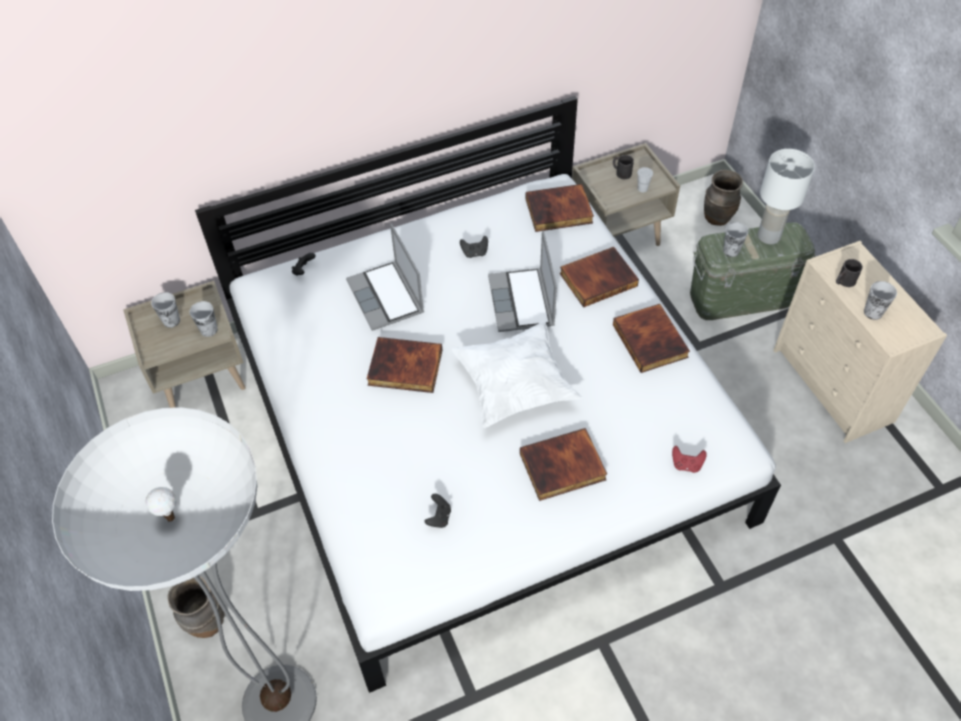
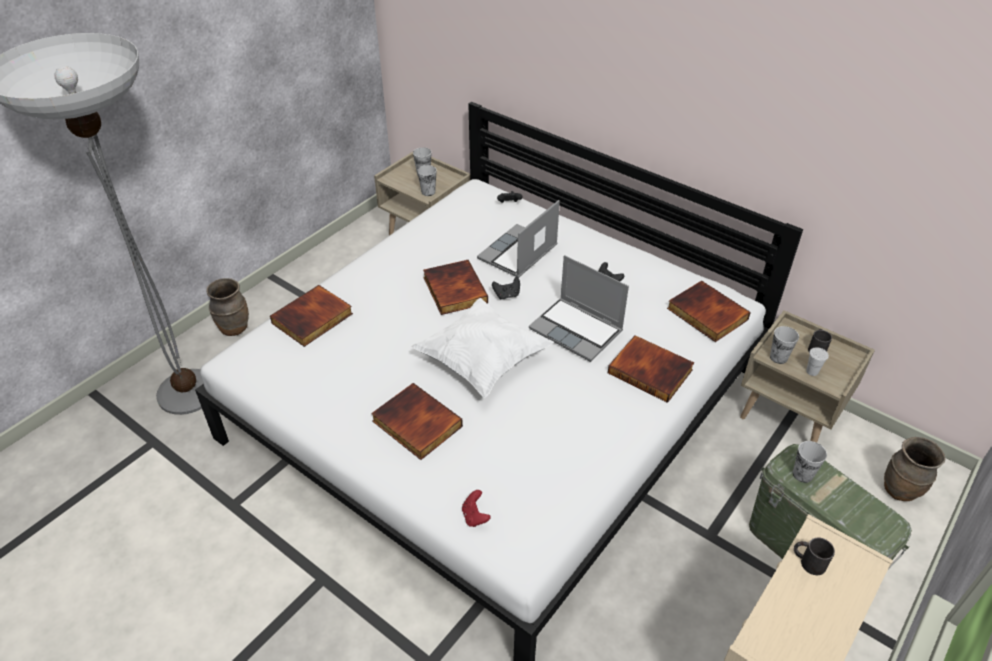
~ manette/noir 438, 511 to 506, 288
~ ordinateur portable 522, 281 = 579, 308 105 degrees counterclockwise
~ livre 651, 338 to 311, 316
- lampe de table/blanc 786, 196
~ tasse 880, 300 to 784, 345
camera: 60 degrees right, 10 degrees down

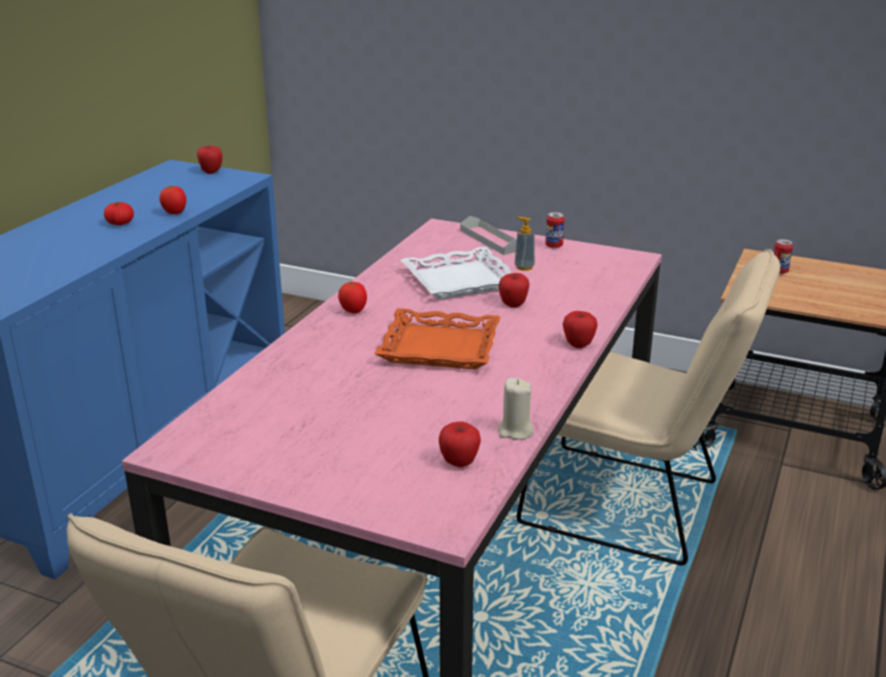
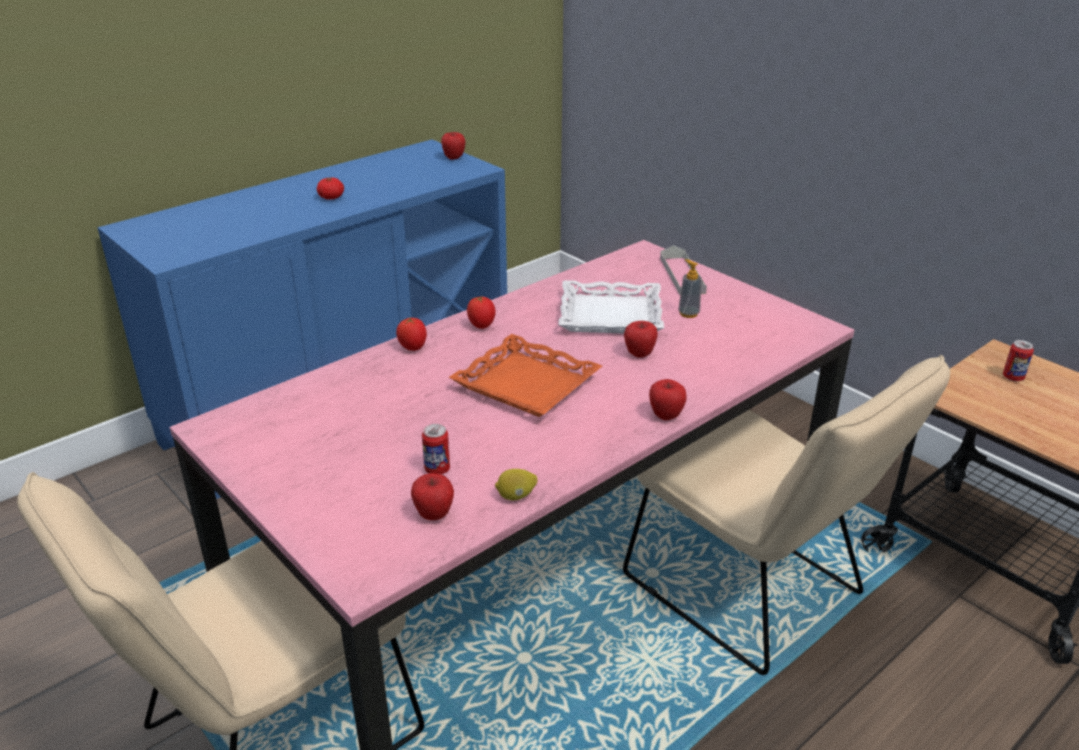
~ tomate 172, 200 to 411, 334
~ bougie/beige 516, 409 to citron 516, 484
~ boîte métallique 555, 230 to 436, 449
camera: 25 degrees right, 5 degrees up

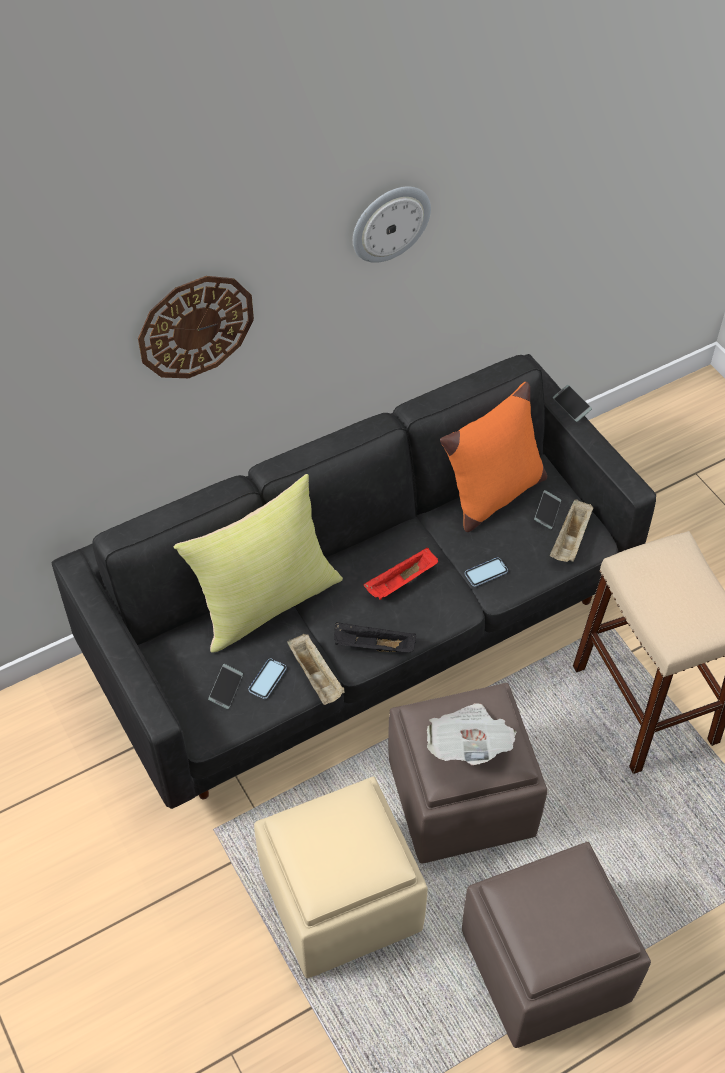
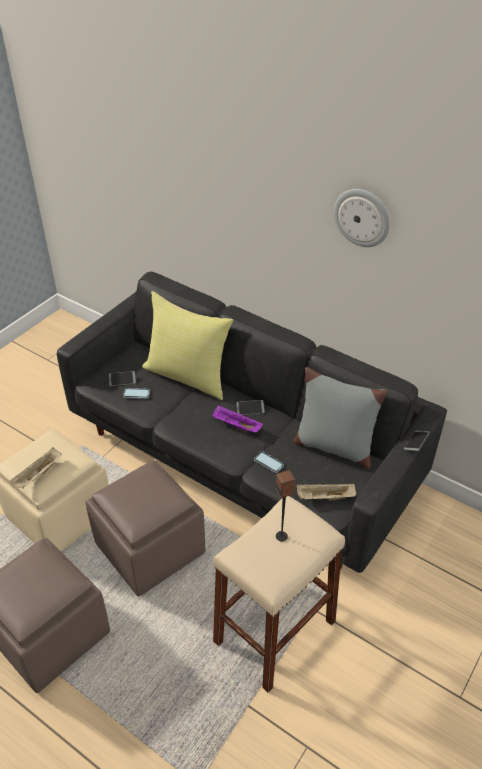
- horloge murale 196, 327
~ plateau/beige 316, 669 to 36, 468
- plateau/noir 375, 637
~ plateau/rouge 401, 573 to plateau/violet 237, 418
- journal 472, 734
~ coussin/orange 493, 457 to coussin/gris 340, 418
~ téléphone 547, 509 to 251, 407
+ enceinte 285, 505
camera: 65 degrees right, 10 degrees down

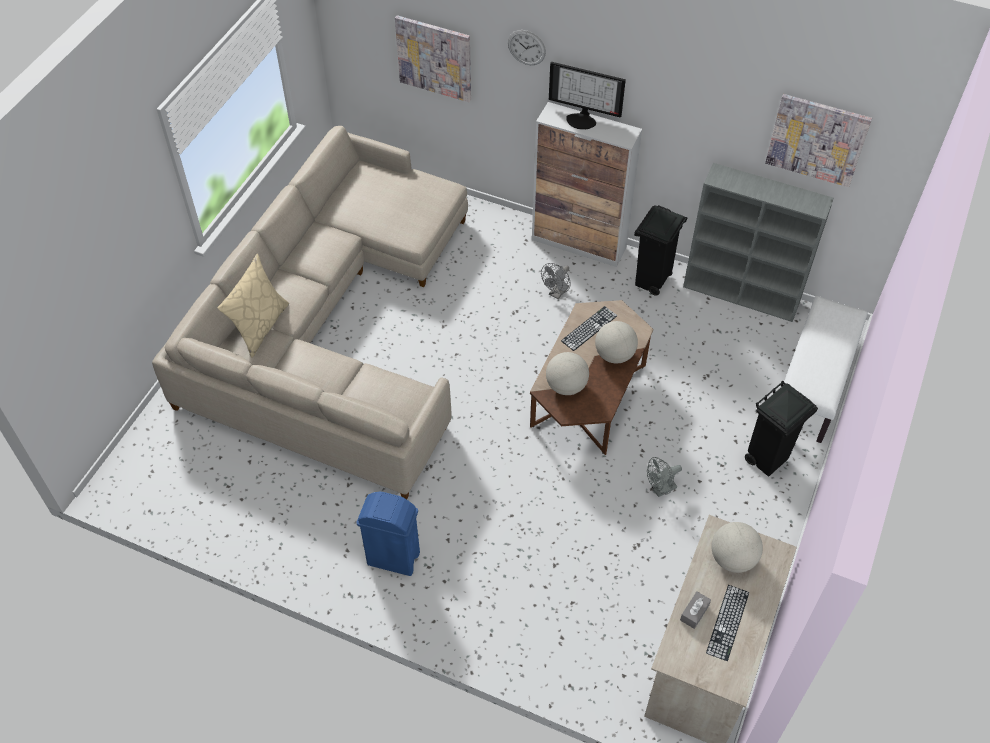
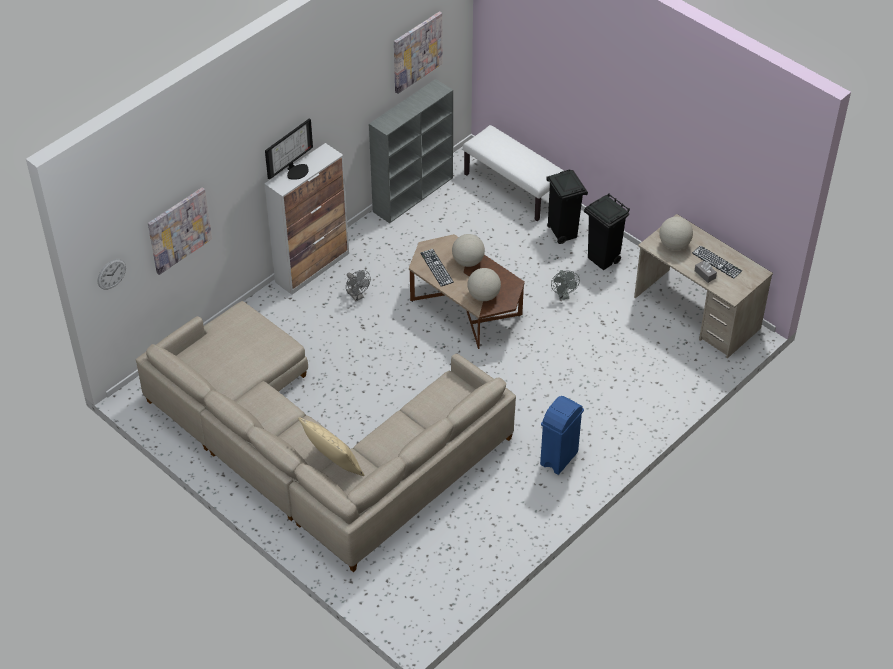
~ horloge murale 527, 47 to 112, 274
~ poubelle/noir 661, 250 to 607, 231
camera: 70 degrees left, 5 degrees down

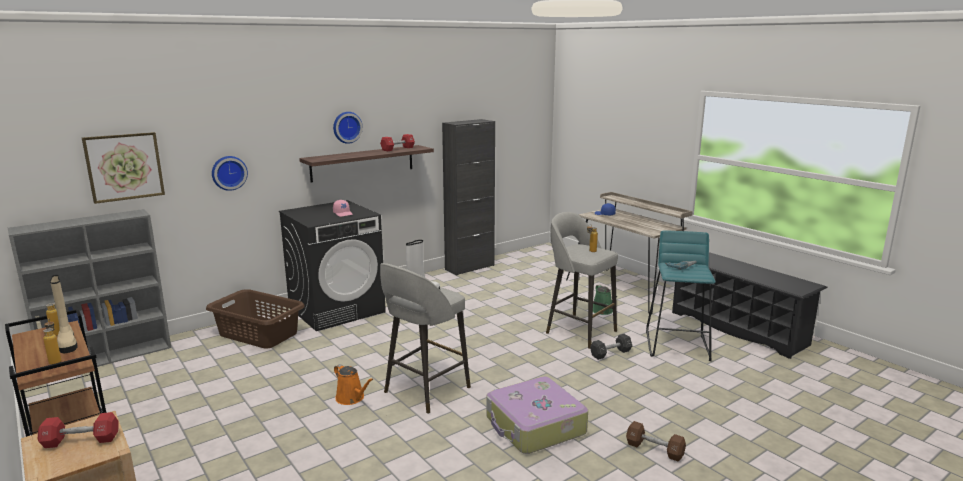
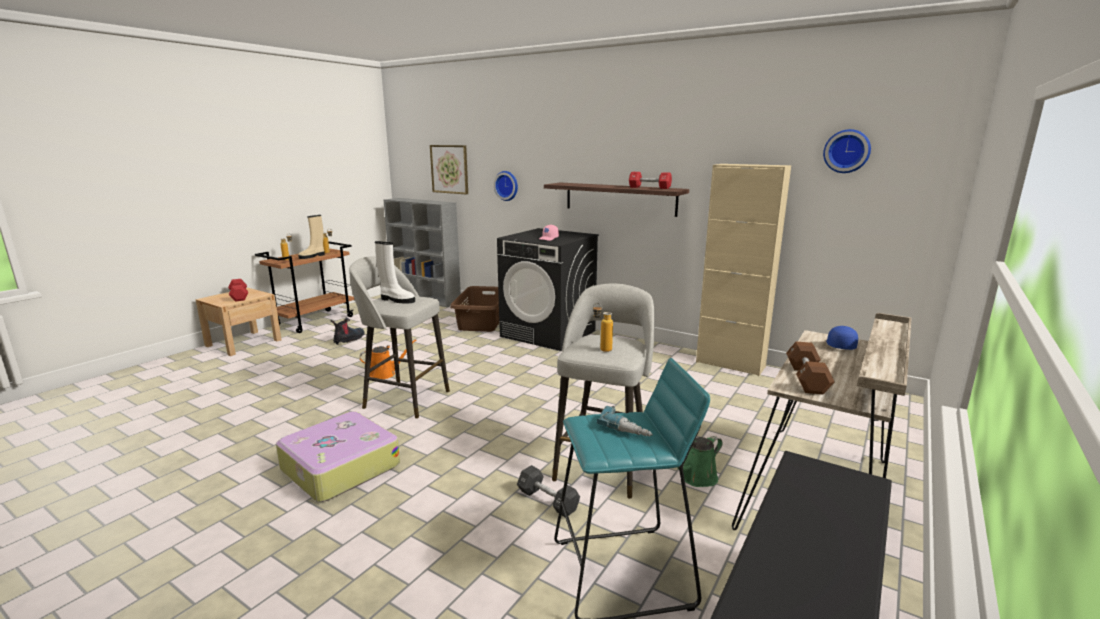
~ horloge murale 348, 128 to 847, 151
~ arrosoir/orange 353, 384 = 388, 359 135 degrees counterclockwise
~ meuble de rangement/noir 468, 197 to meuble de rangement/beige 743, 270
~ haltère/marron 656, 441 to 810, 368
+ botte 348, 331
camera: 70 degrees right, 0 degrees up

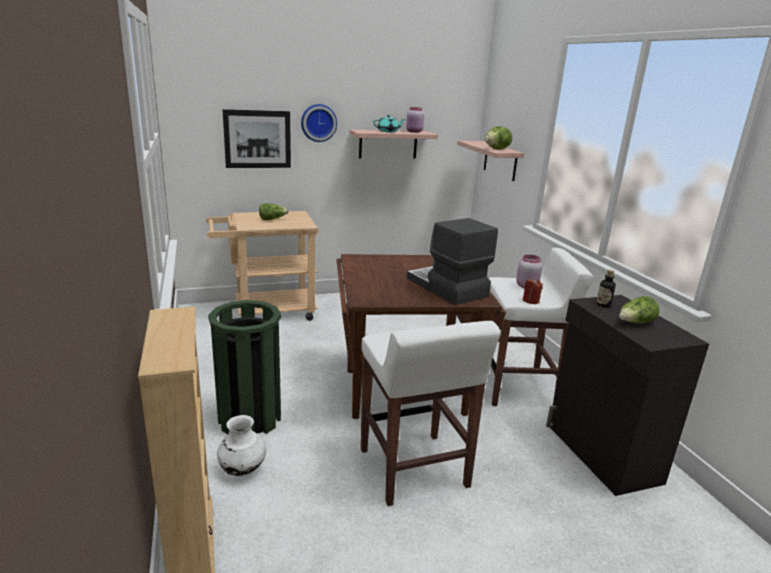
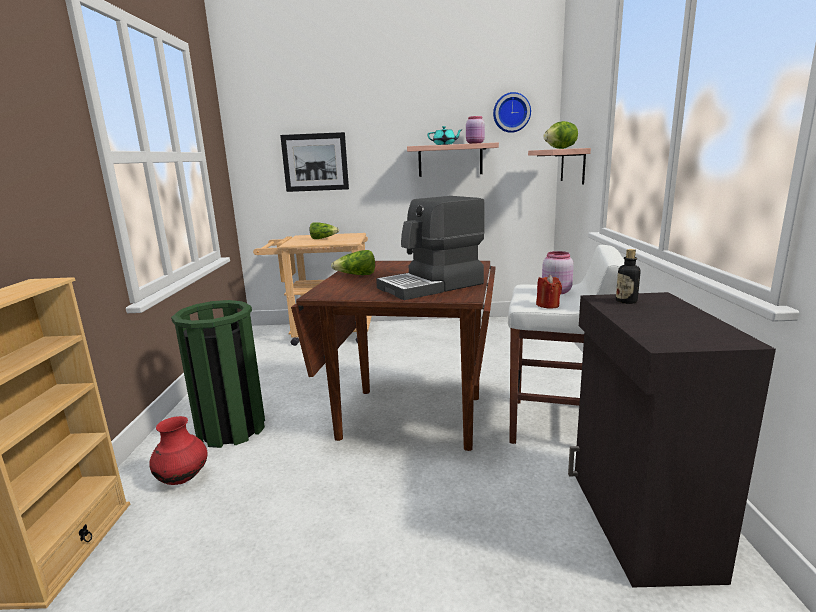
~ vase/blanc 241, 445 to vase/rouge 178, 450
~ horloge murale 319, 123 to 512, 112
- tabouret/blanc 431, 413
~ machine à café 452, 261 = 430, 248 105 degrees counterclockwise
~ laitue 639, 309 to 353, 262
camera: 20 degrees right, 5 degrees down

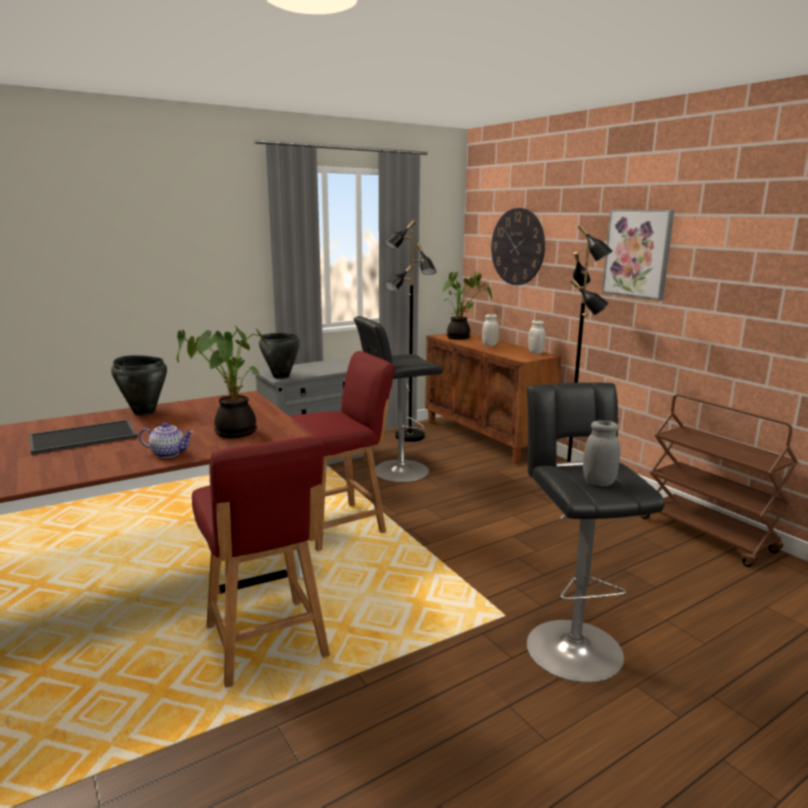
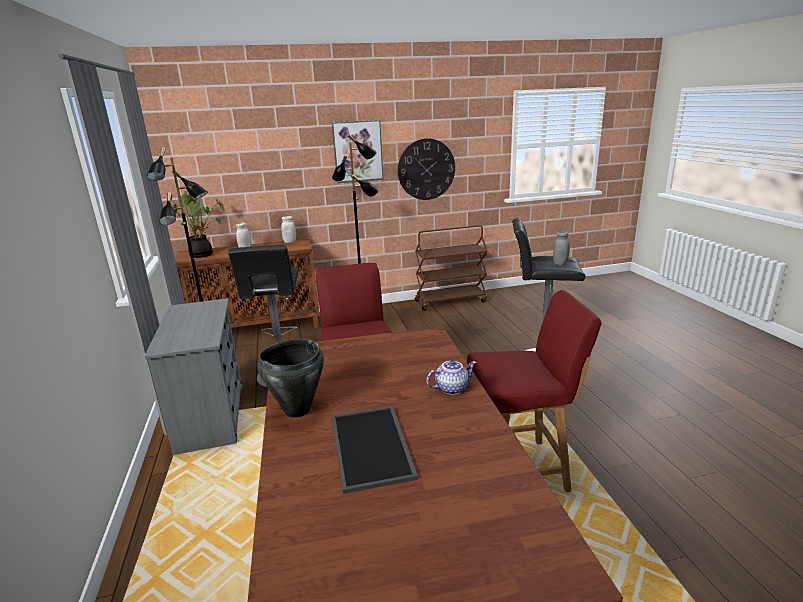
~ théière 166, 440 = 452, 377 45 degrees clockwise
- plante en pot 222, 382
- marmite/noir 279, 356
~ horloge murale 518, 246 to 426, 169
camera: 70 degrees left, 5 degrees up

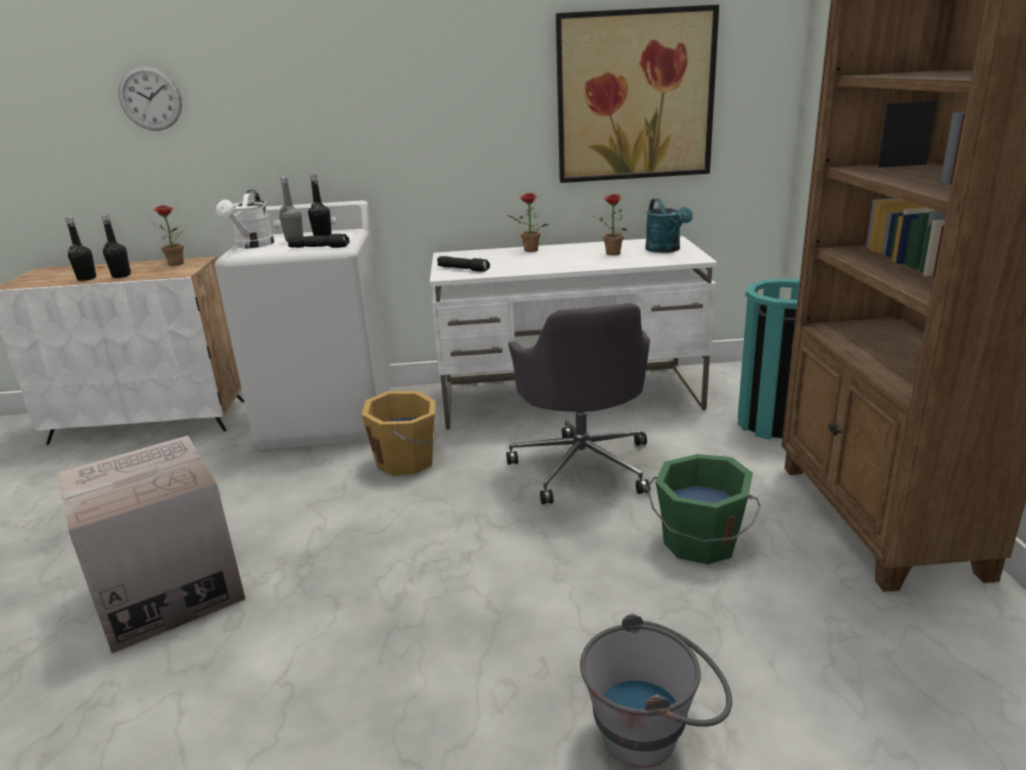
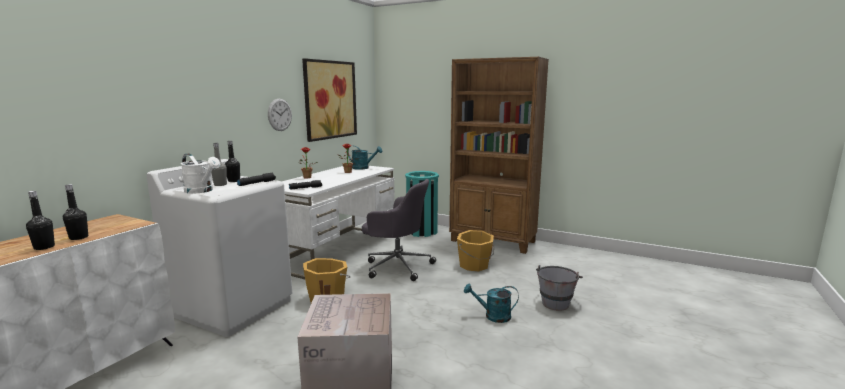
~ horloge murale 150, 98 to 280, 115
- plante en pot 168, 235
~ seau/vert 703, 509 to seau/orange 475, 250
+ arrosoir/turquoise 491, 303
camera: 60 degrees left, 10 degrees down

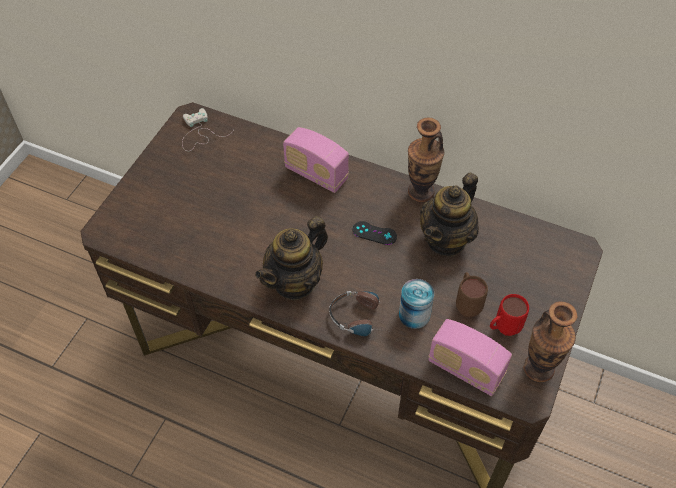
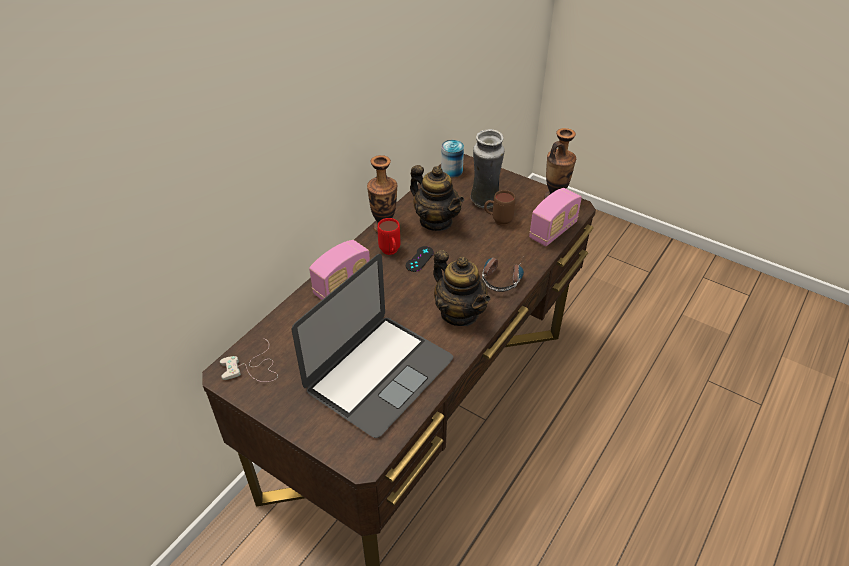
~ boîte métallique 416, 304 to 452, 158
~ mug/rouge 509, 315 to 388, 236
+ ordinateur portable 372, 346
+ vase 487, 169
camera: 80 degrees left, 10 degrees down

